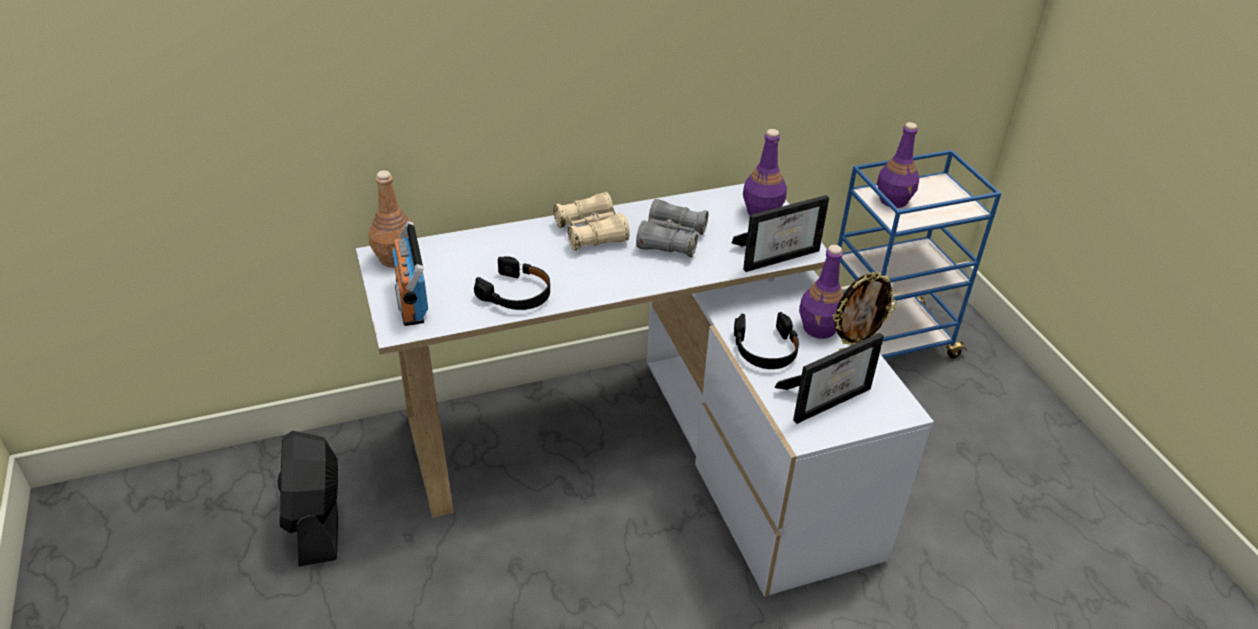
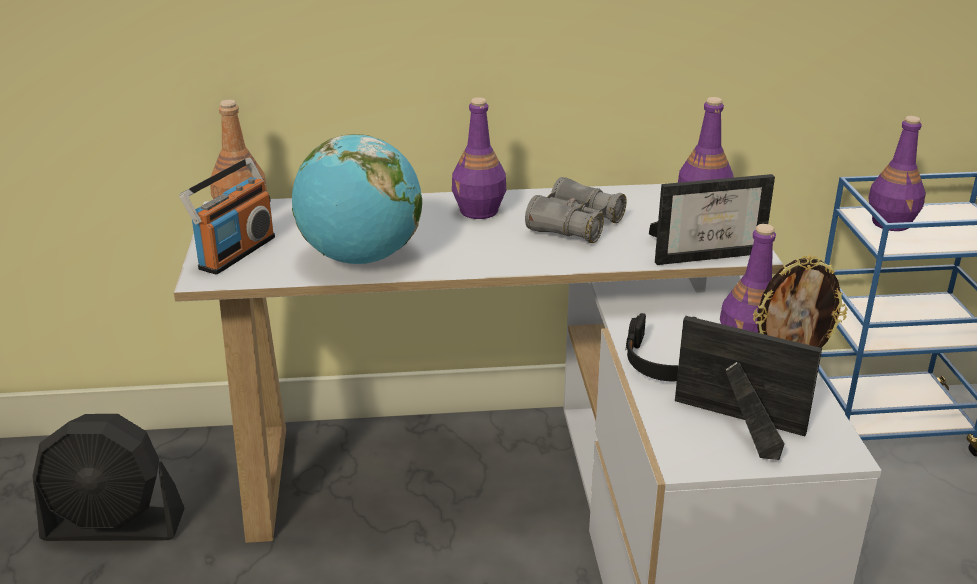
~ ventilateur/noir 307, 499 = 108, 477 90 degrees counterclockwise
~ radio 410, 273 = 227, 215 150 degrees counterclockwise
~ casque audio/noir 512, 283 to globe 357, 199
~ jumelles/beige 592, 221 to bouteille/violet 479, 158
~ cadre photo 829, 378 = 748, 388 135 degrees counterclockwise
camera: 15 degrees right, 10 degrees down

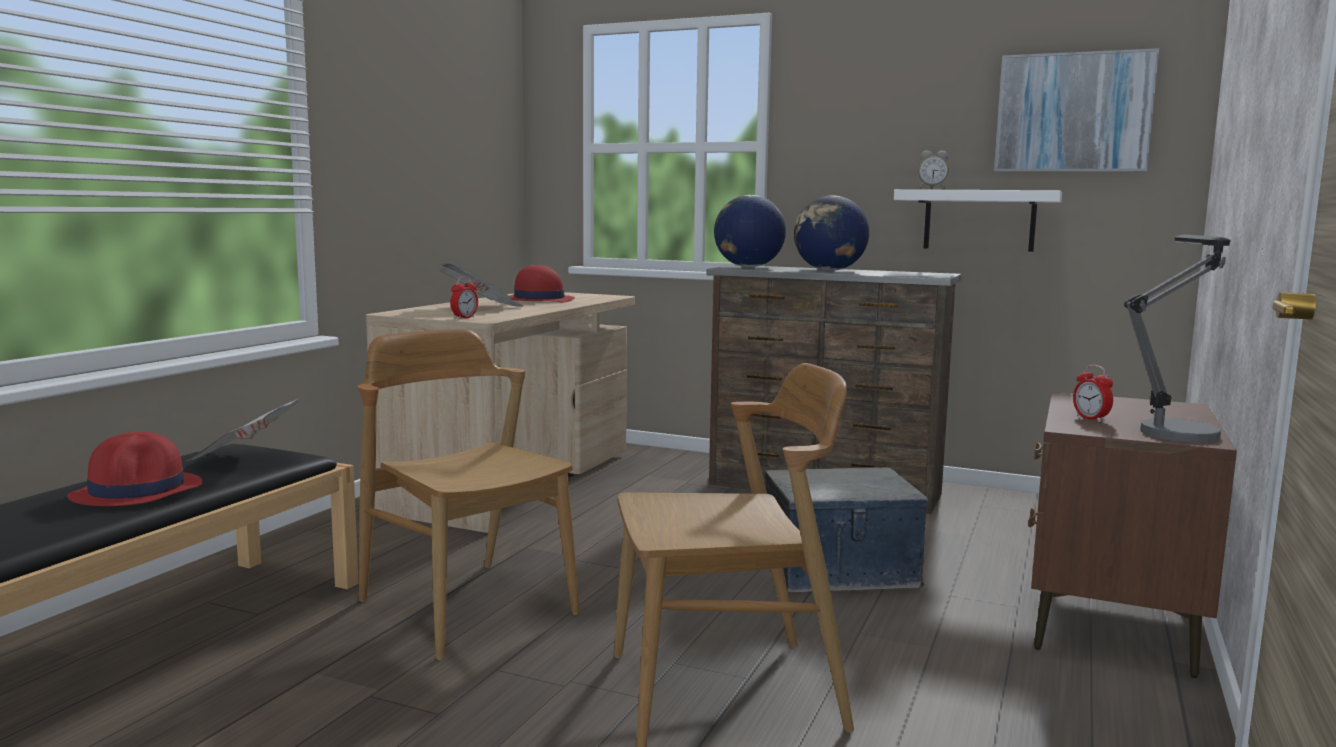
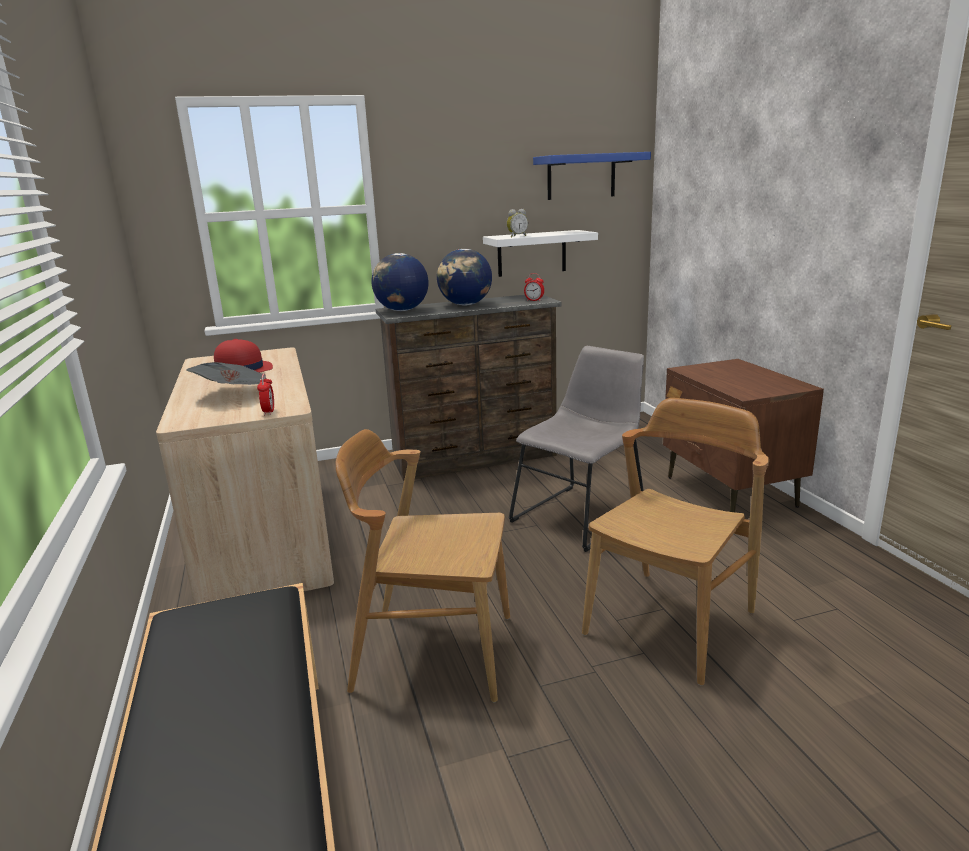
- chapeau/rouge 134, 469
- journal 243, 430
~ boîte de rangement 846, 529 to chaise/gris 576, 449
~ tableau 1076, 110 to étagère/bleu 592, 176
~ réveil 1093, 393 to 534, 287
- lampe de table 1177, 339
camera: 40 degrees left, 10 degrees up

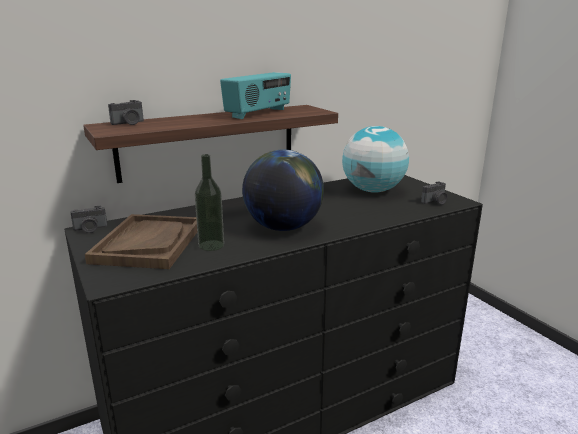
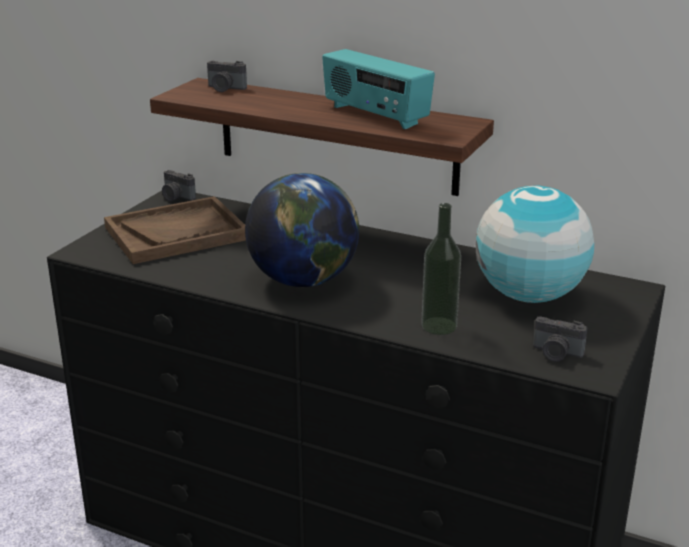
~ bouteille 209, 202 to 441, 269
~ radio 255, 95 = 378, 89 45 degrees clockwise
camera: 55 degrees right, 5 degrees up

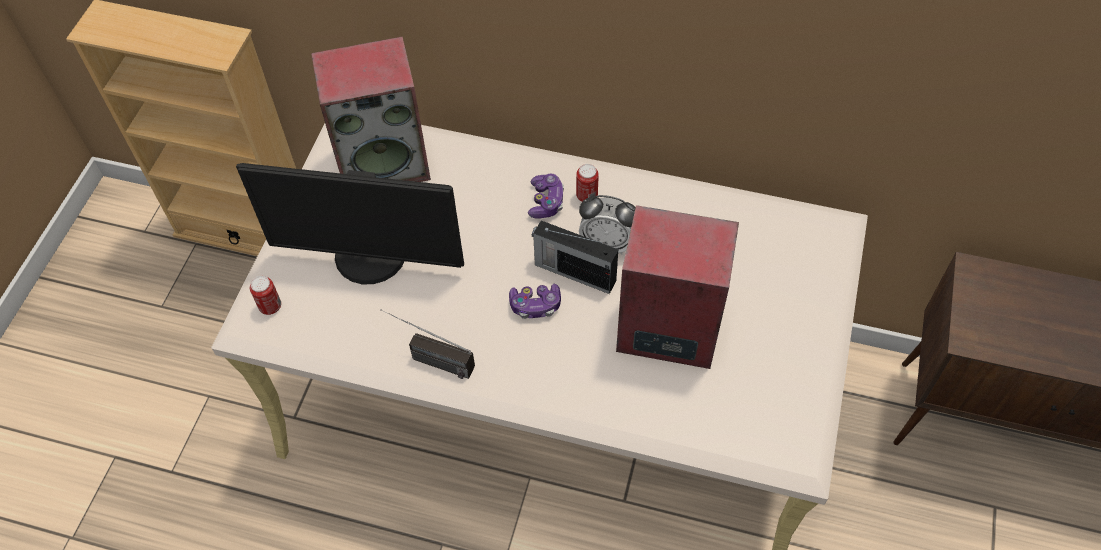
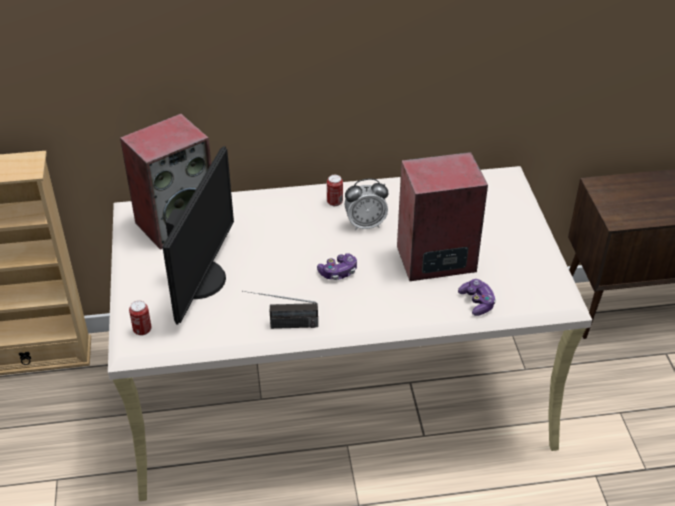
~ écran d'ordinateur 350, 223 = 198, 235 60 degrees counterclockwise
~ manette 546, 196 to 477, 297
- radio 575, 257
camera: 25 degrees left, 15 degrees down

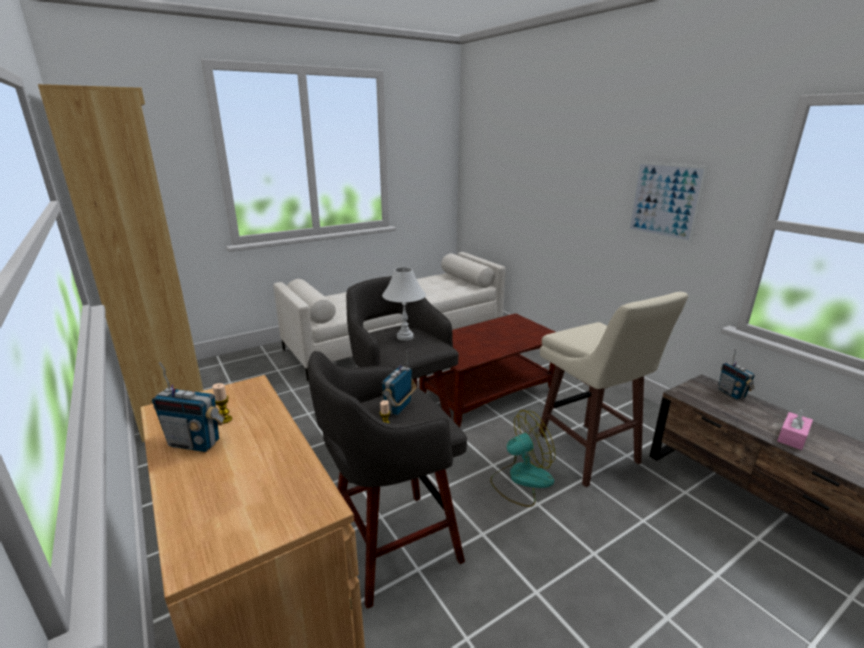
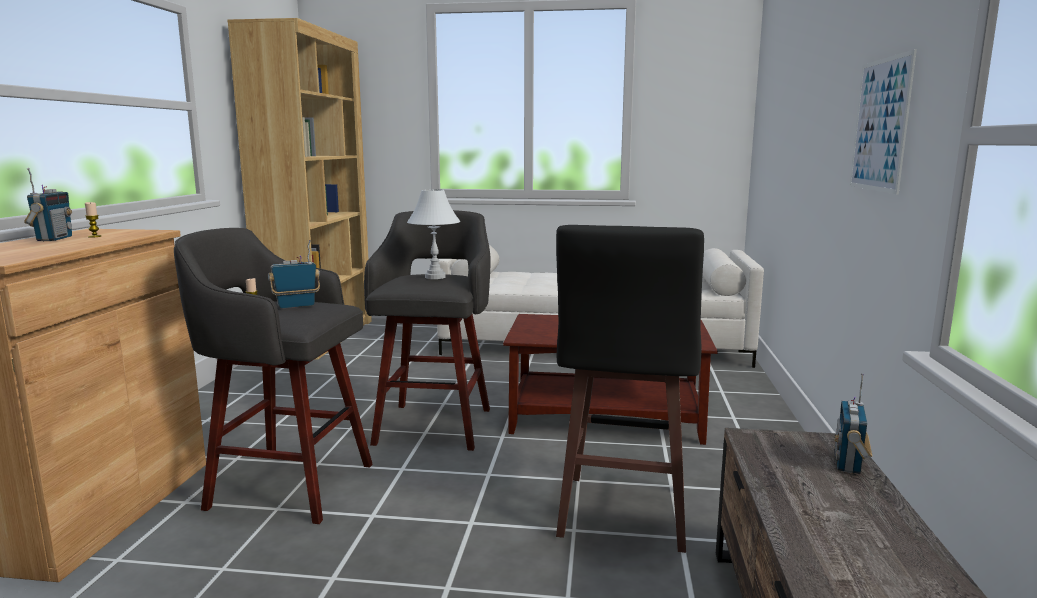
~ radio 188, 407 = 48, 204 150 degrees counterclockwise
- ventilateur 522, 458
~ tabouret/beige 613, 389 to tabouret/noir 630, 389
- boîte à mouchoirs/rose 795, 429
camera: 40 degrees right, 10 degrees down

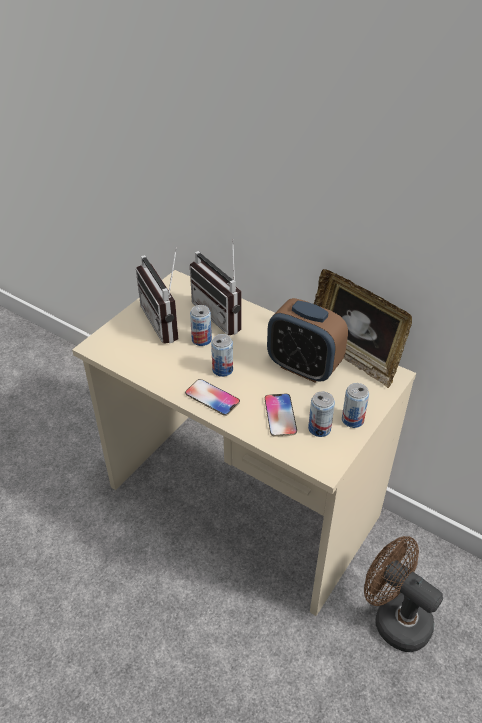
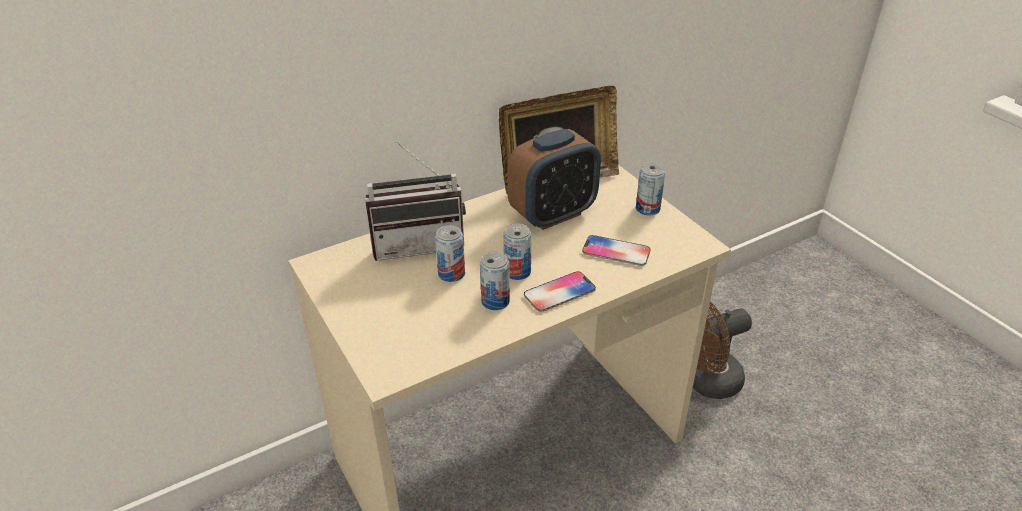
- radio 157, 295
~ boîte métallique 321, 414 to 495, 280
camera: 65 degrees left, 5 degrees down

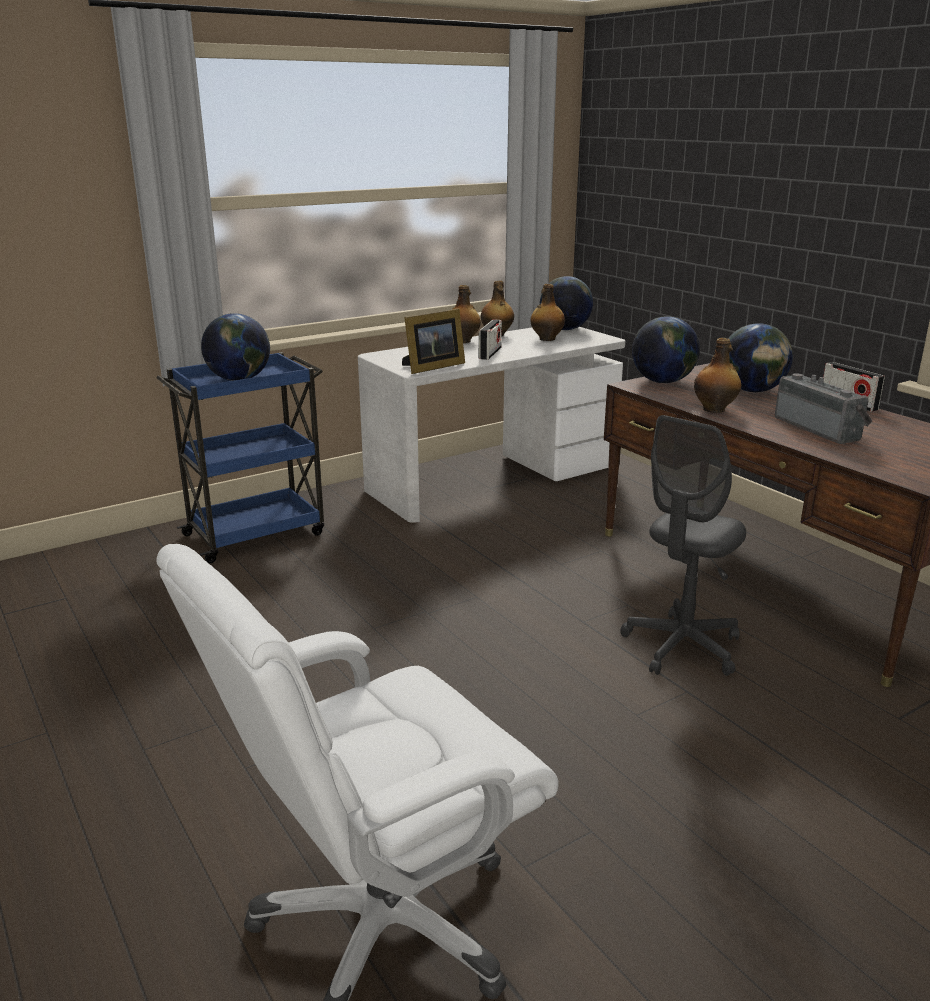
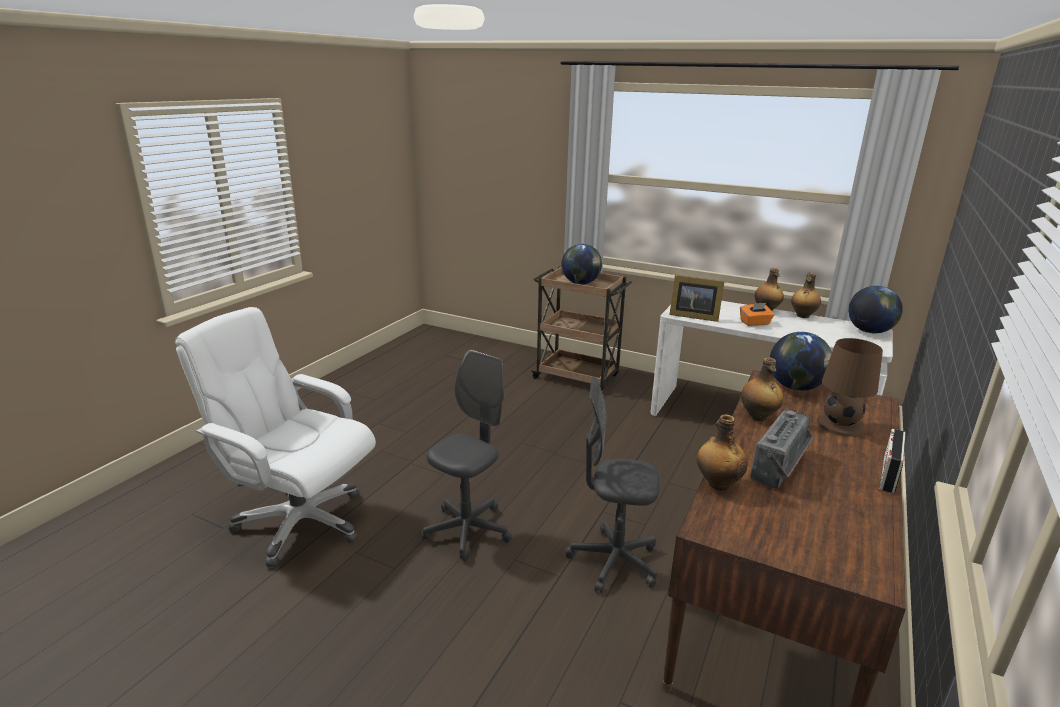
~ chariot/bleu 240, 457 to chariot/marron 581, 328
~ radio 490, 340 to boîte à mouchoirs/orange 757, 314
~ bouteille 547, 312 to 722, 452
~ globe 760, 357 to lampe de table/marron 850, 387
+ chaise de bureau/gris 467, 455
camera: 60 degrees right, 0 degrees up

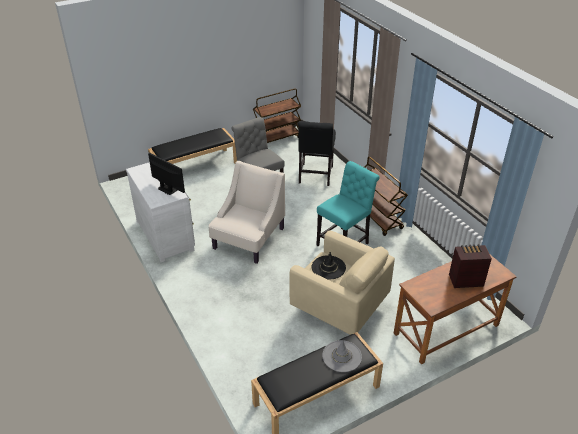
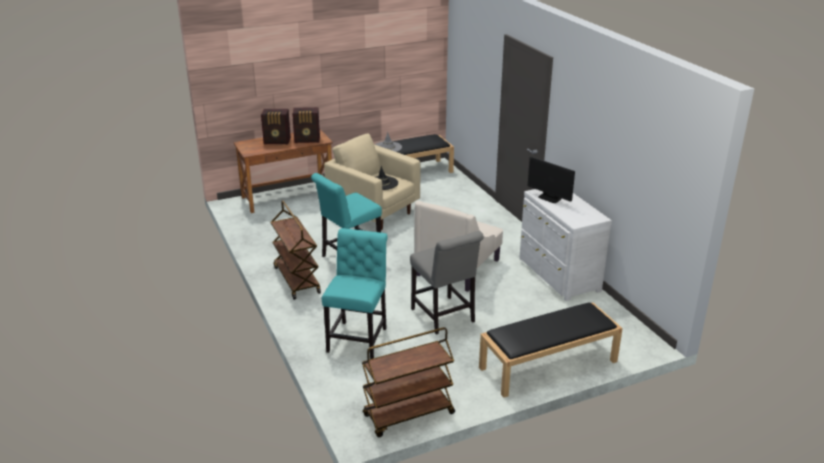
~ chaise/noir 317, 153 to chaise/turquoise 355, 293
+ radio 306, 125
camera: 175 degrees left, 10 degrees down

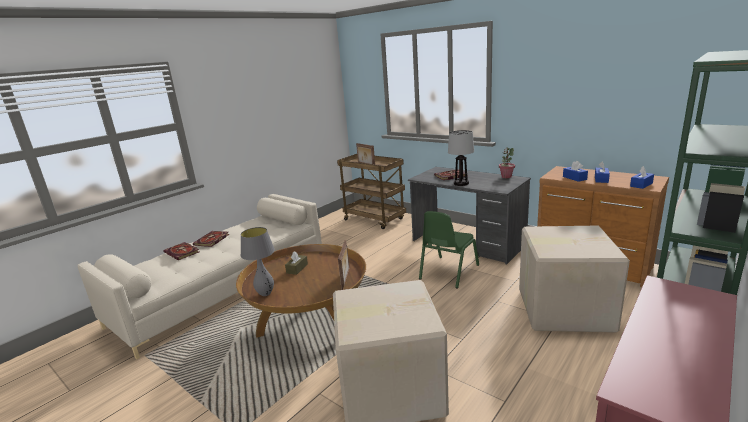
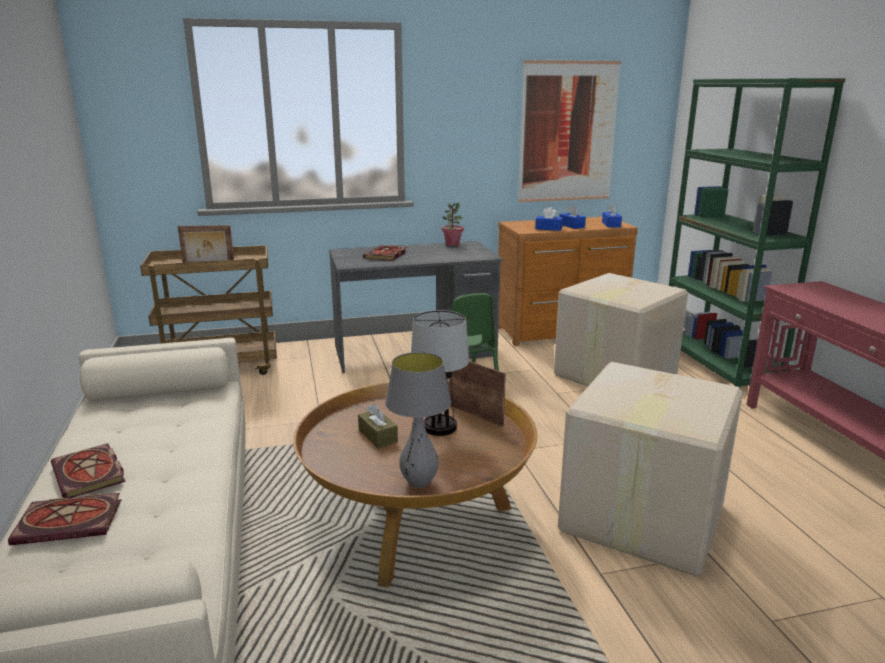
~ lampe de table 461, 158 to 440, 373
+ tableau 569, 131
camera: 55 degrees left, 0 degrees up

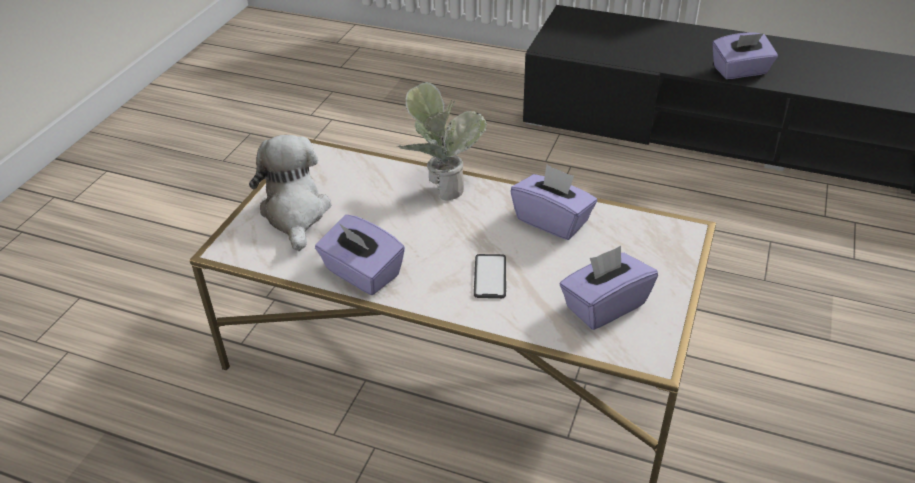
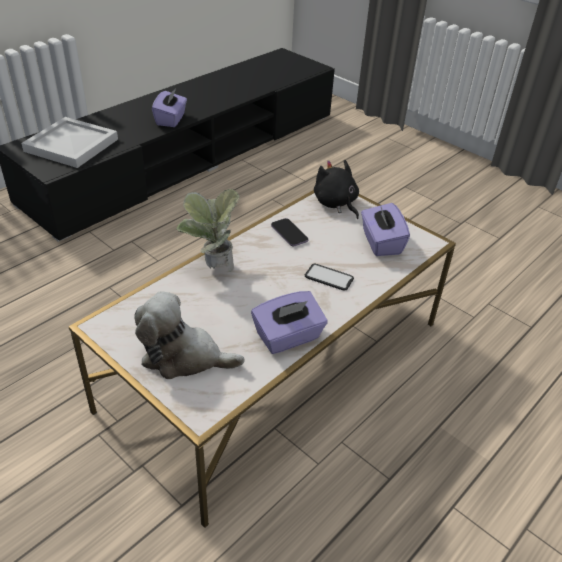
~ boîte à mouchoirs/violet 553, 202 to téléphone 290, 232
+ plateau/blanc 69, 142
+ peluche/noir 336, 189
camera: 70 degrees left, 0 degrees up

